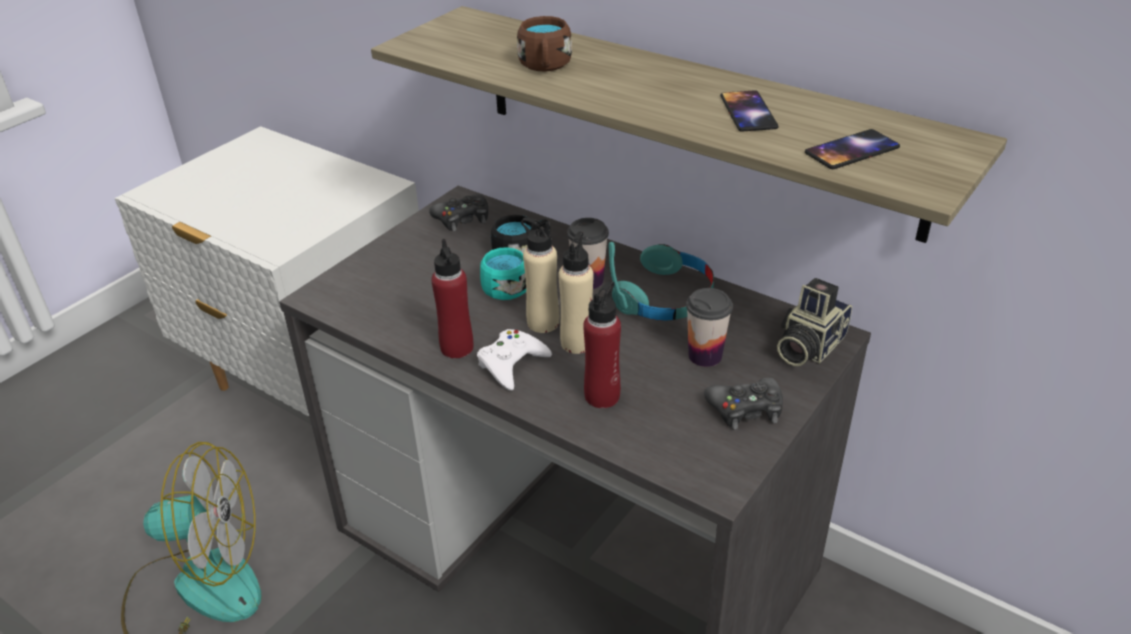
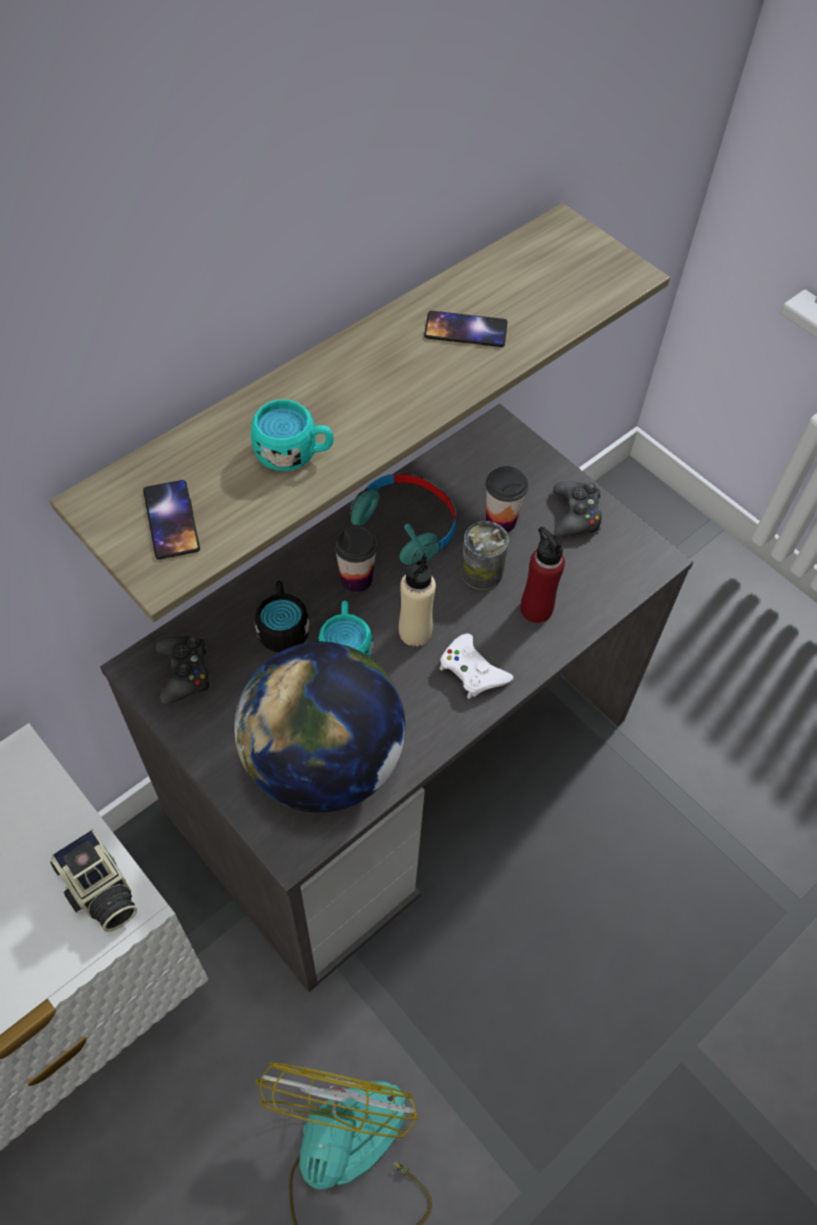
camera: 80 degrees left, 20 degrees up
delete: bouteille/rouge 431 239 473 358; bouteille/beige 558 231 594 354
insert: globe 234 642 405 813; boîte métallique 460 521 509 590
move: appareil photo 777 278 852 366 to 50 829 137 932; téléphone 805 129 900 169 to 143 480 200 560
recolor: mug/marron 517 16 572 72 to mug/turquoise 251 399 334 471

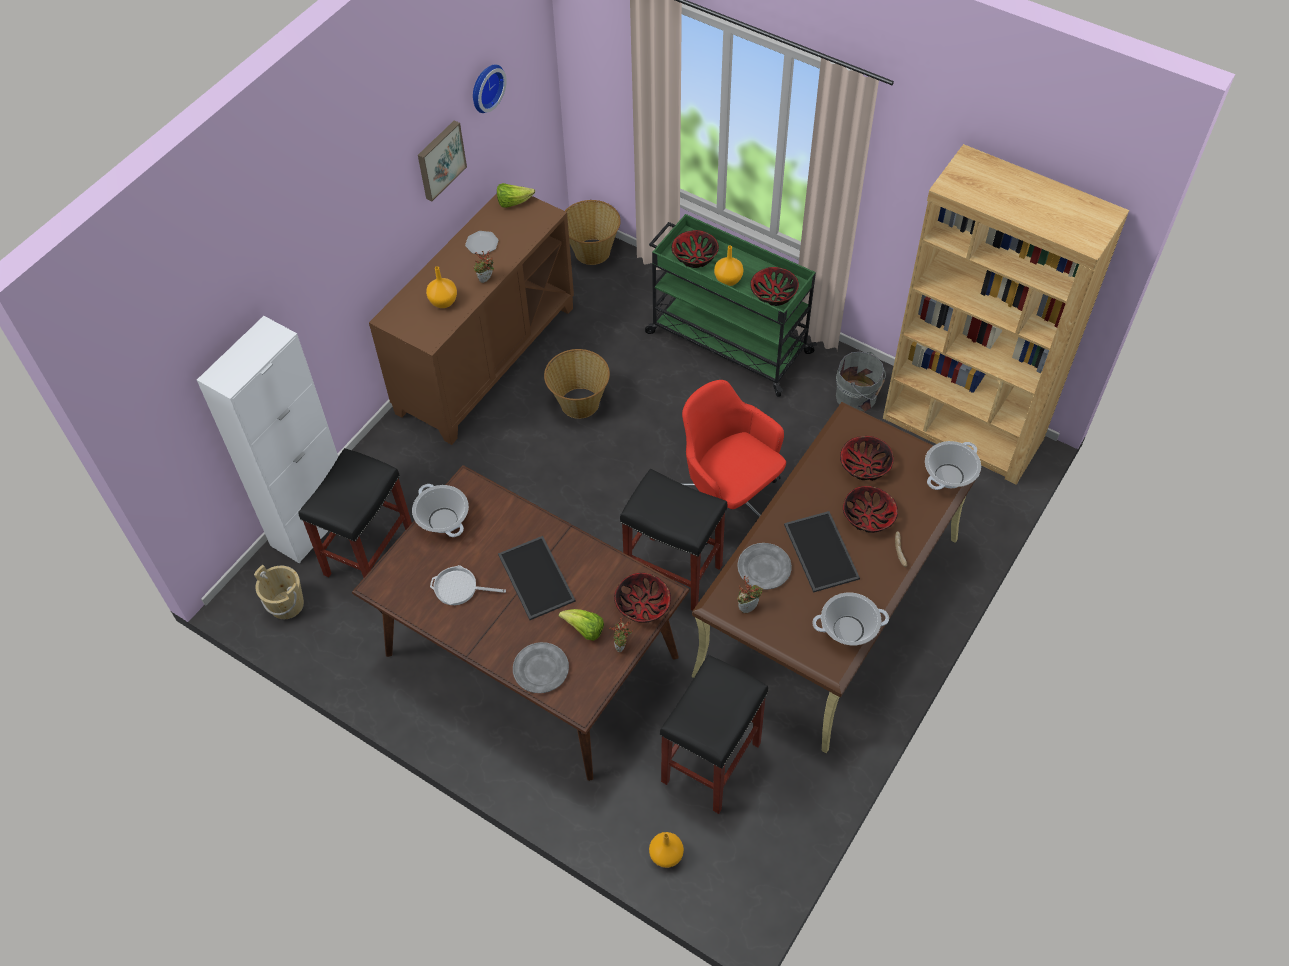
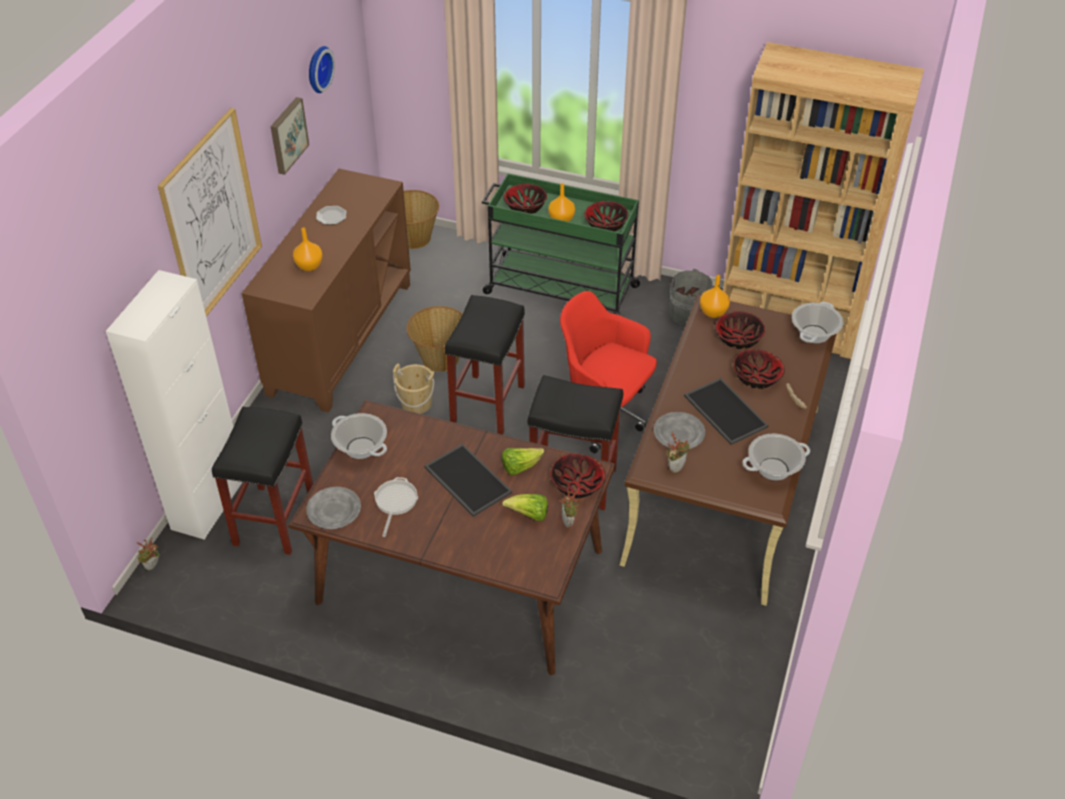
camera: 15 degrees left, 10 degrees down
insert: tableau 158 108 262 317
move: seau/beige 254 565 304 619 to 393 363 435 414; plante en pot 474 251 494 283 to 137 539 160 571; laitue 497 183 535 208 to 502 448 545 475; assiette/gris 513 642 569 693 to 306 487 361 529; vase/orange 649 832 684 868 to 700 275 730 318; tabouret/noir 660 655 768 814 to 445 295 525 435
rotate: poêle 430 565 506 605 = 374 477 418 537 105 degrees clockwise

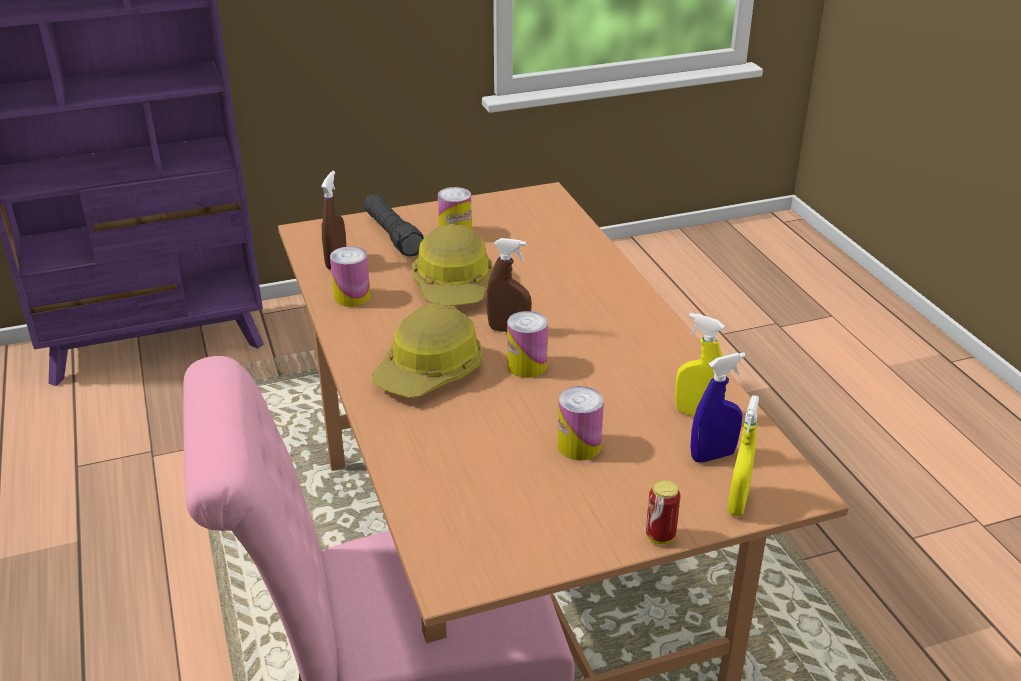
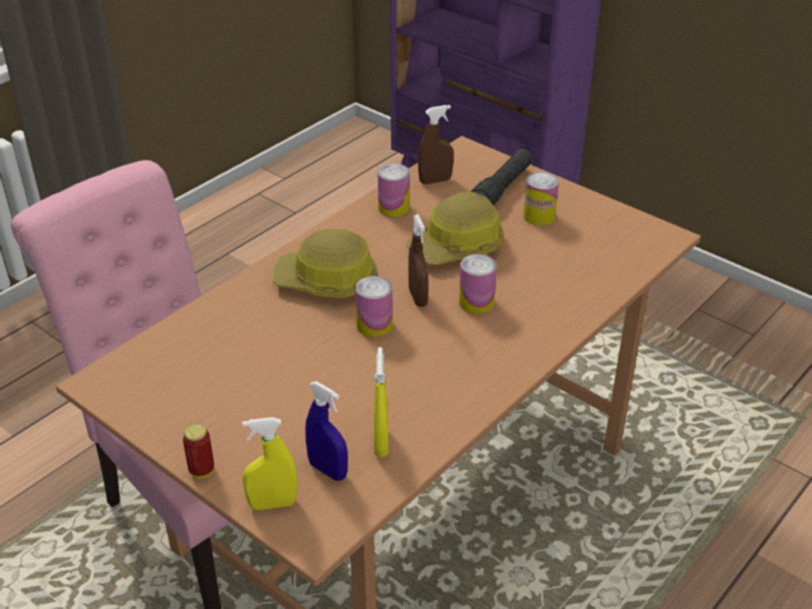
camera: 60 degrees right, 5 degrees up
move: boîte métallique 557 386 604 460 to 459 254 497 314

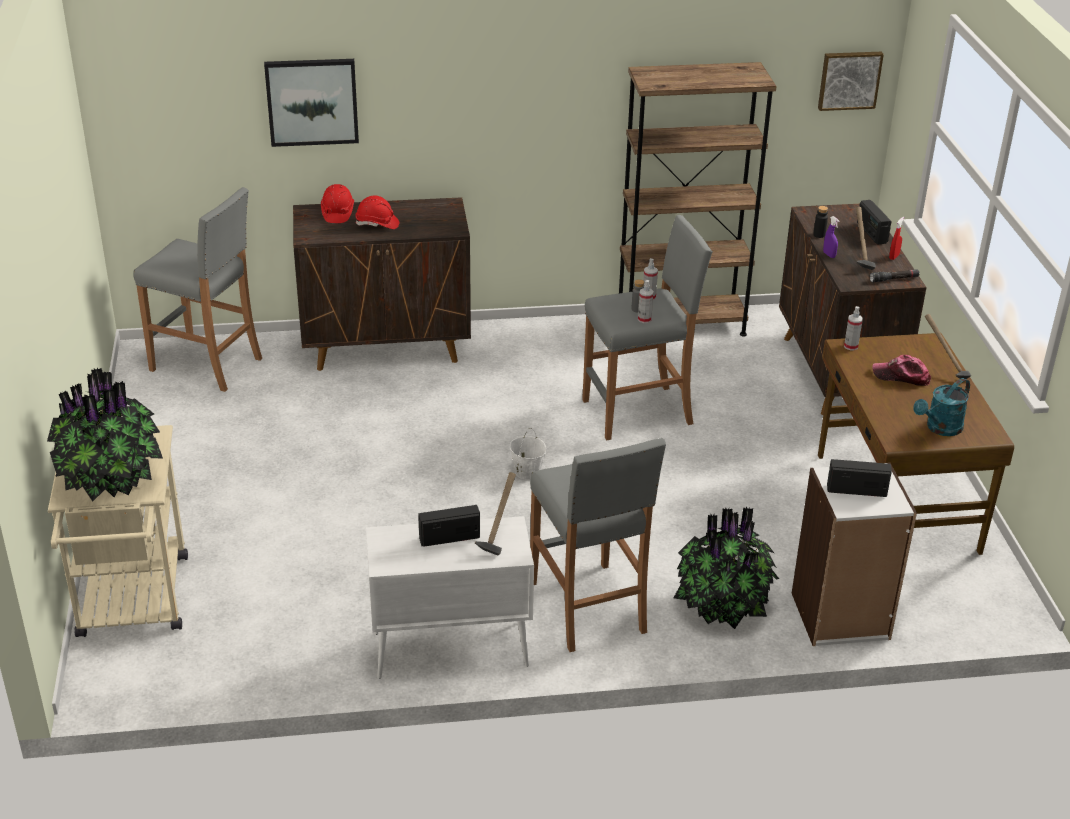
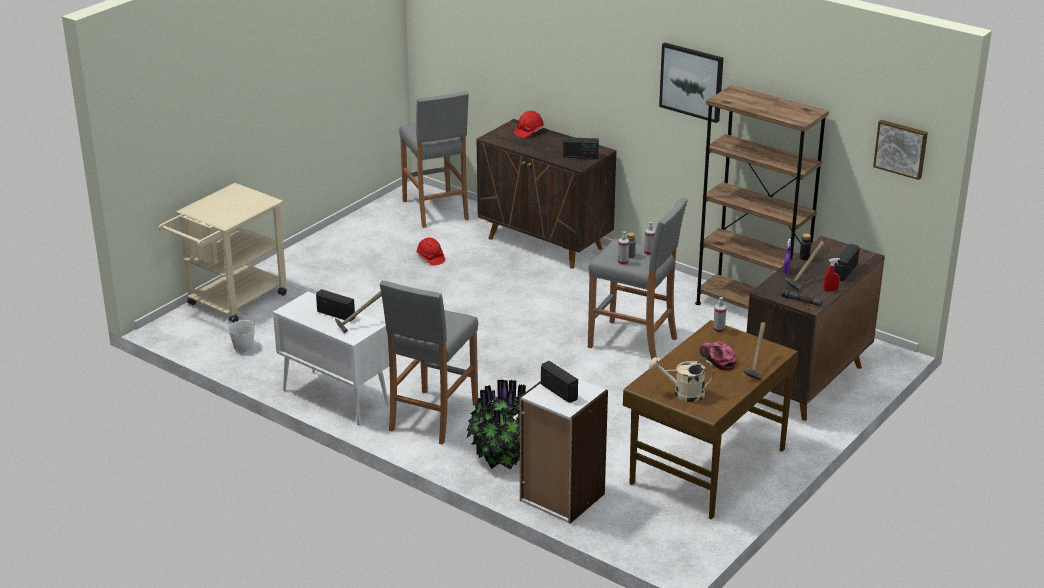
camera: 45 degrees right, 5 degrees down
delete: plante en pot 47 368 163 501
insert: radio 563 137 599 159
move: tableau 264 59 359 147 to 659 43 723 123; casque de chantier/rouge 355 196 399 229 to 416 238 445 266; seau/blanc 510 428 547 480 to 228 313 255 353
recolor: arrosoir/turquoise 913 378 970 436 to arrosoir/beige 649 357 714 402

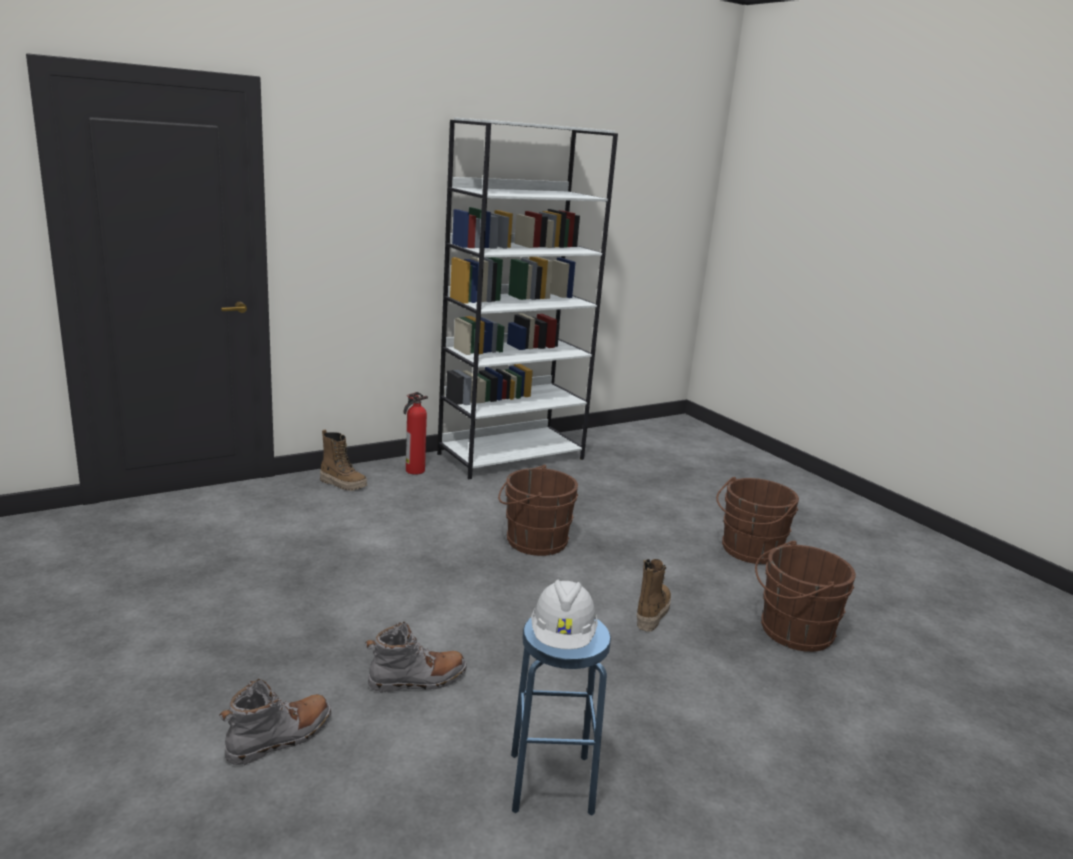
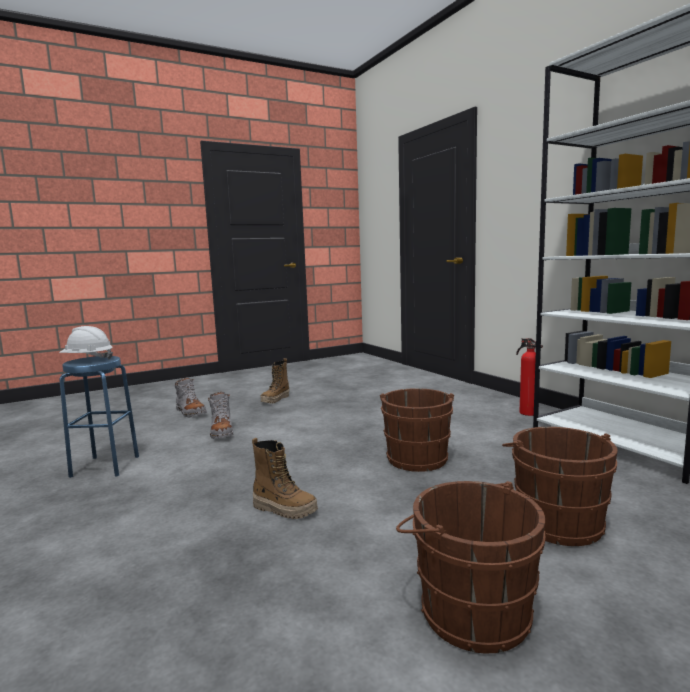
camera: 95 degrees right, 10 degrees down
move: botte 320 429 367 491 to 261 358 289 403; seau/marron 755 541 856 652 to 502 427 618 546

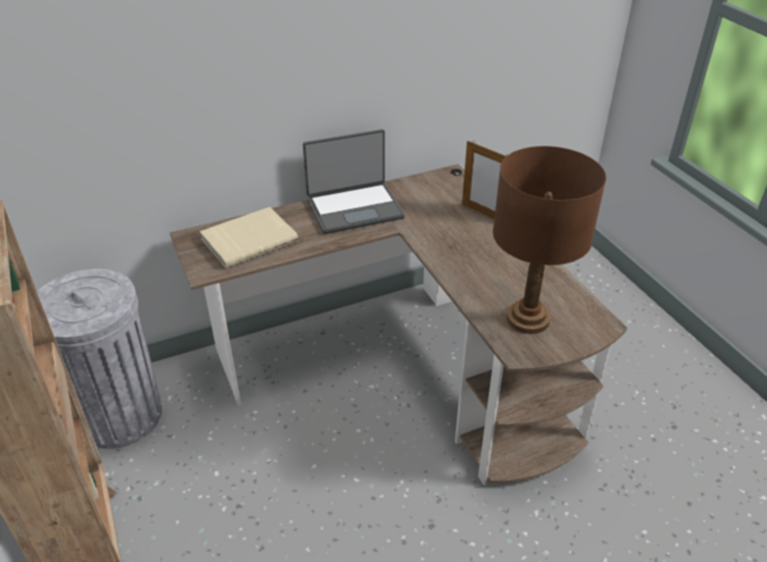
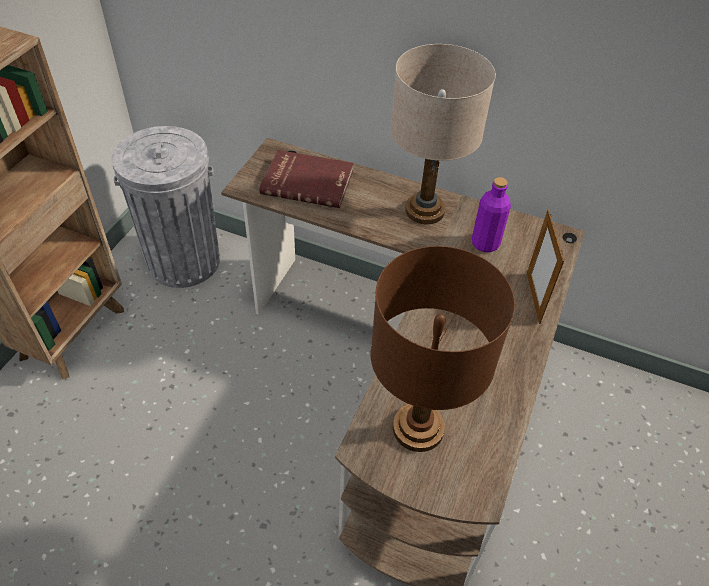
camera: 45 degrees right, 10 degrees up
insert: bouteille/violet 472 177 511 252
replace: ordinateur portable 303 129 405 234 to lampe de table/beige 390 44 496 224
recolor: livre/beige 200 207 298 268 to livre/rouge 259 150 354 208

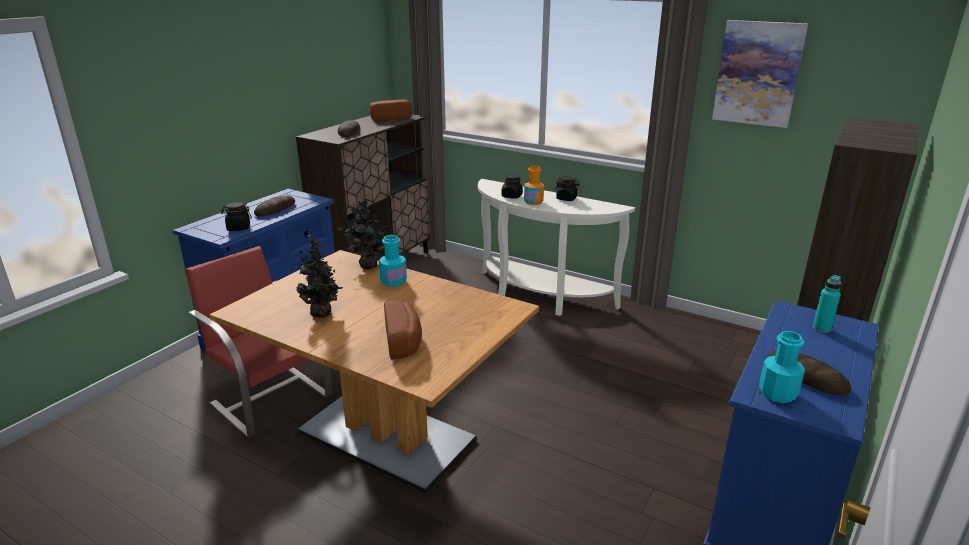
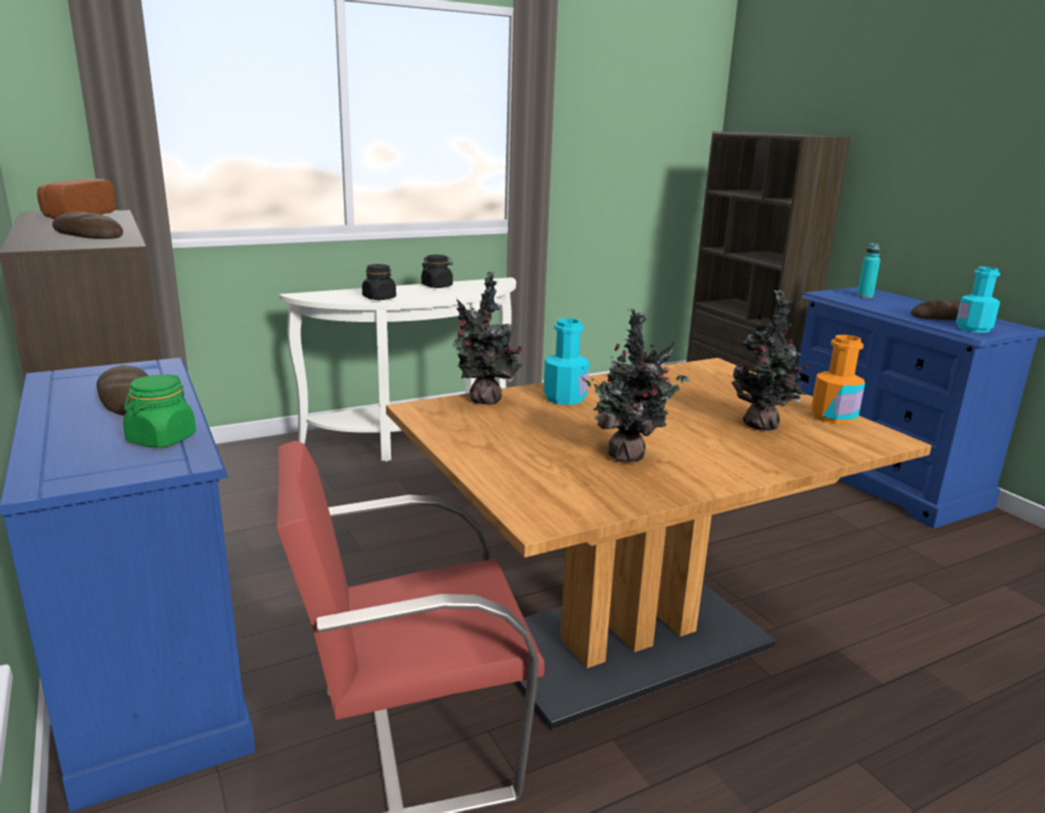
camera: 60 degrees left, 5 degrees down
delete: tableau 712 20 808 128
move: bouteille/orange 524 166 544 205 to 811 335 865 424
replace: pain 384 301 422 359 to plante en pot 731 290 808 431
recolor: bocal/noir 221 202 252 231 to bocal/vert 123 374 196 448

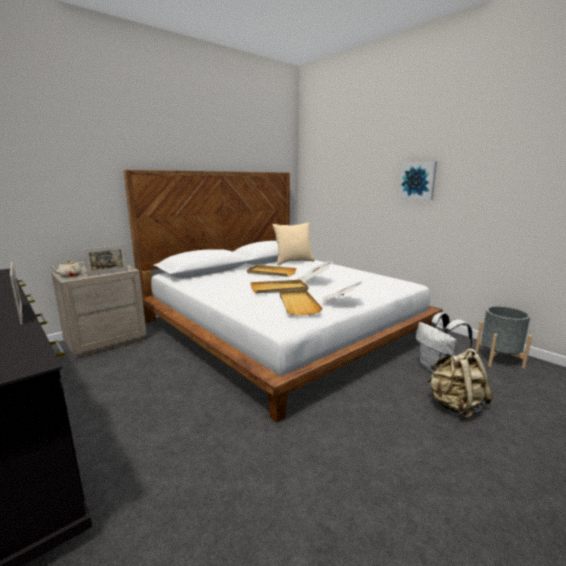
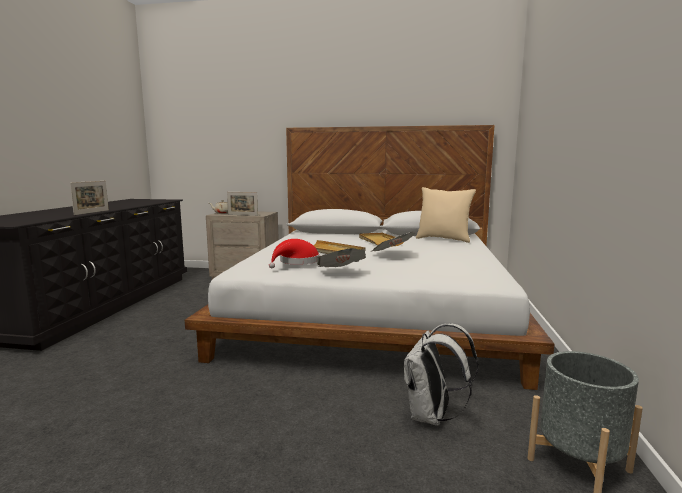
camera: 50 degrees right, 5 degrees down
delete: tableau 398 161 437 200; sac à dos/beige 427 348 493 419
replace: plateau/beige 280 290 323 315 to chapeau/rouge 269 239 320 268

